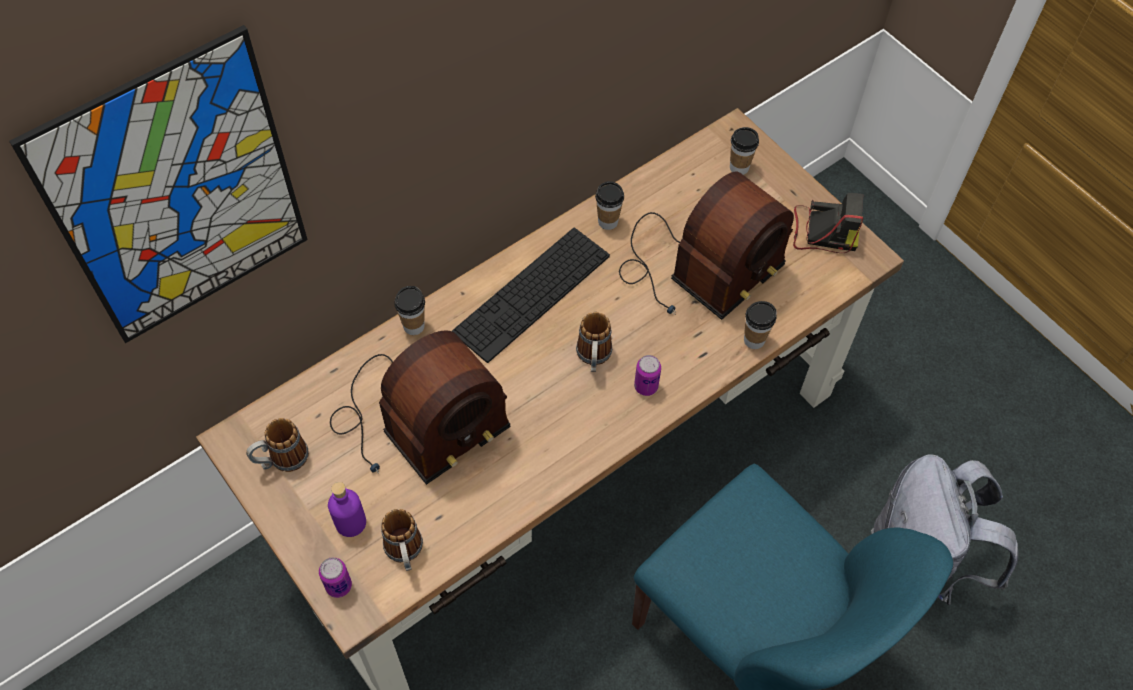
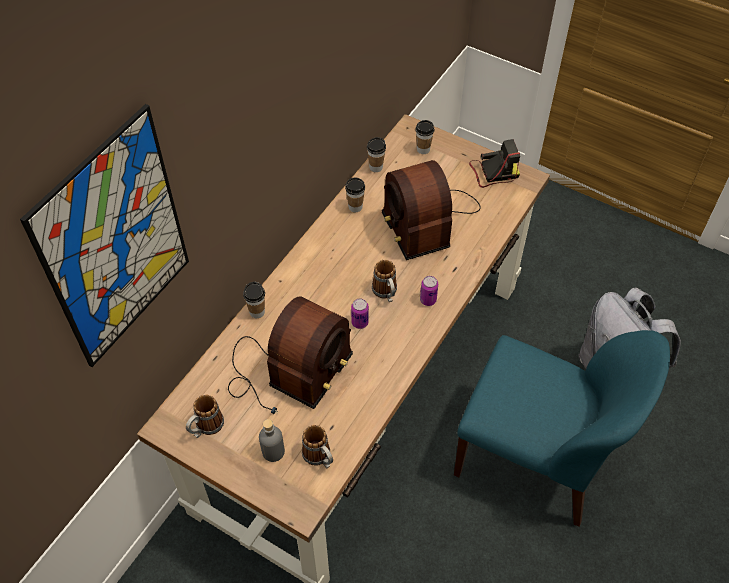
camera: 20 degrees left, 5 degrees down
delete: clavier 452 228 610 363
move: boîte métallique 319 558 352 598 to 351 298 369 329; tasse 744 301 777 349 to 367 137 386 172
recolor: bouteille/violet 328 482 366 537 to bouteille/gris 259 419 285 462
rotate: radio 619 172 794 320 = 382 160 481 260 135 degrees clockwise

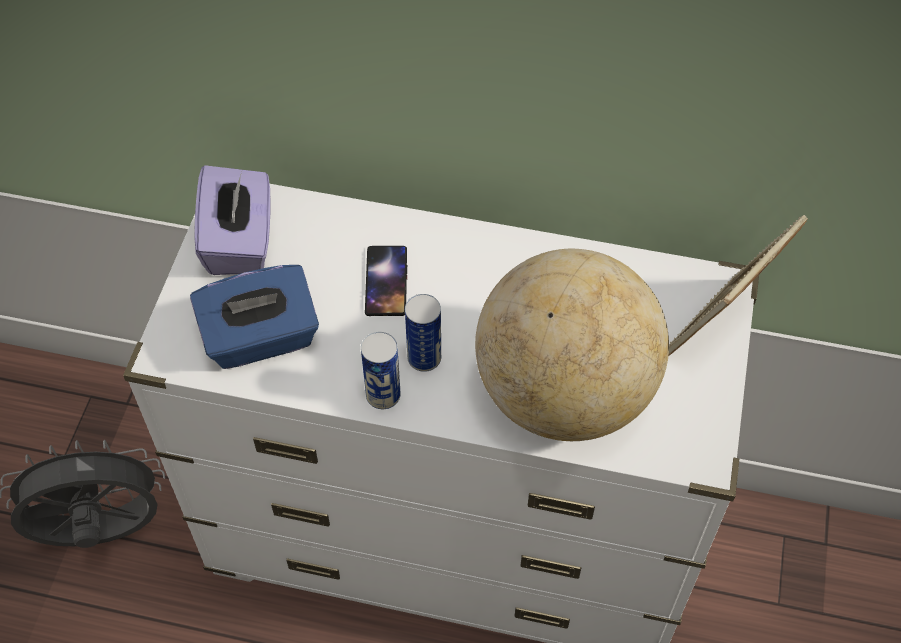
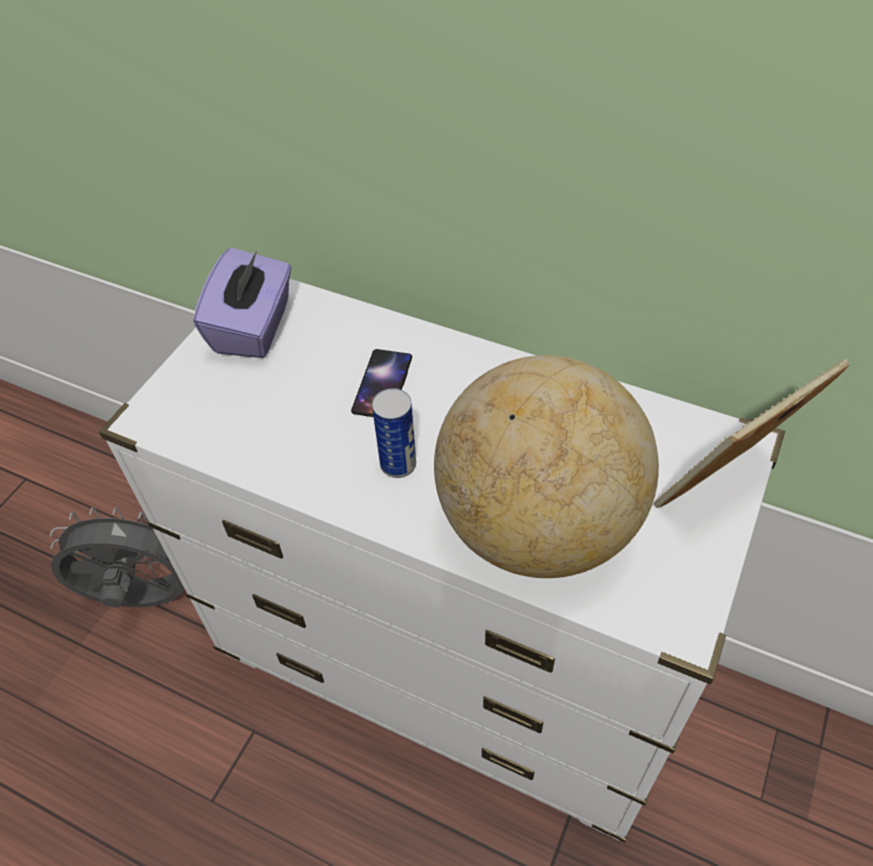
camera: 15 degrees right, 5 degrees down
delete: boîte à mouchoirs/bleu 190 265 319 369; boîte métallique 361 332 401 409

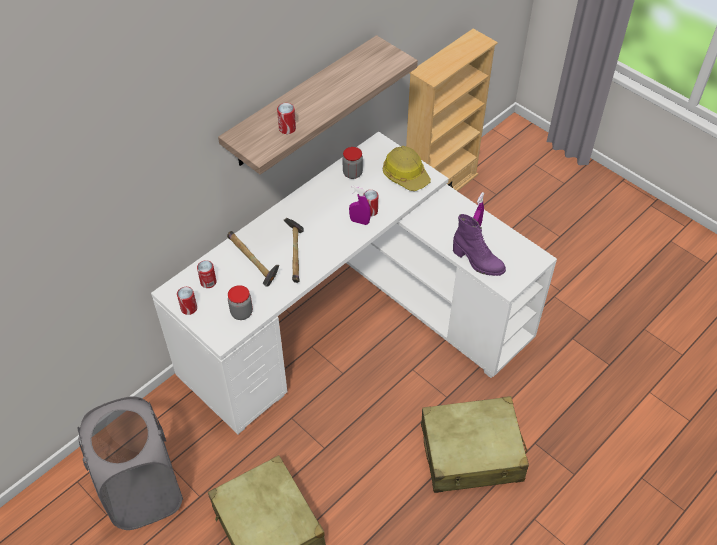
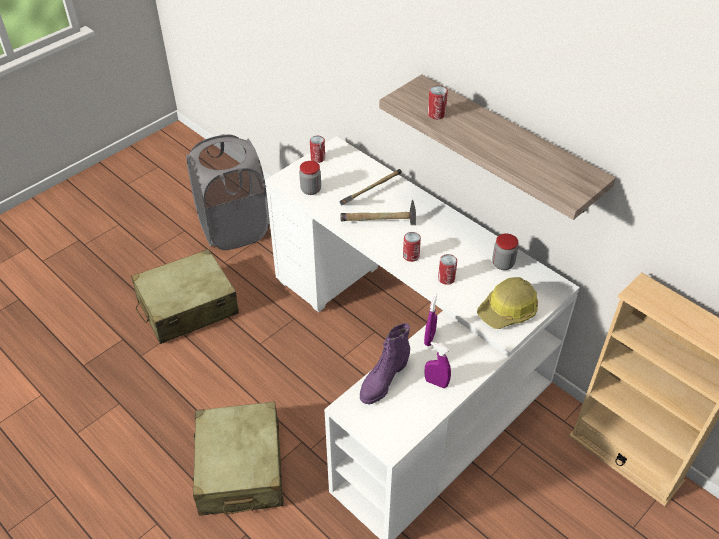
camera: 90 degrees right, 5 degrees down
move: boîte métallique 197 260 217 288 to 403 232 421 262; vaporisateur/violet 349 185 371 225 to 424 293 437 346

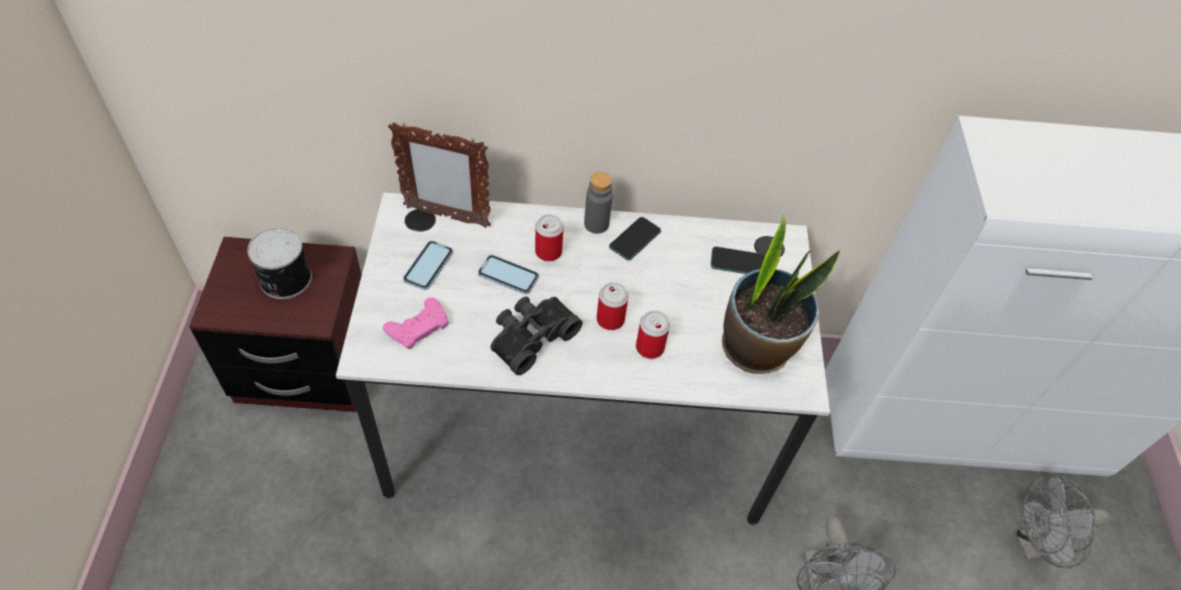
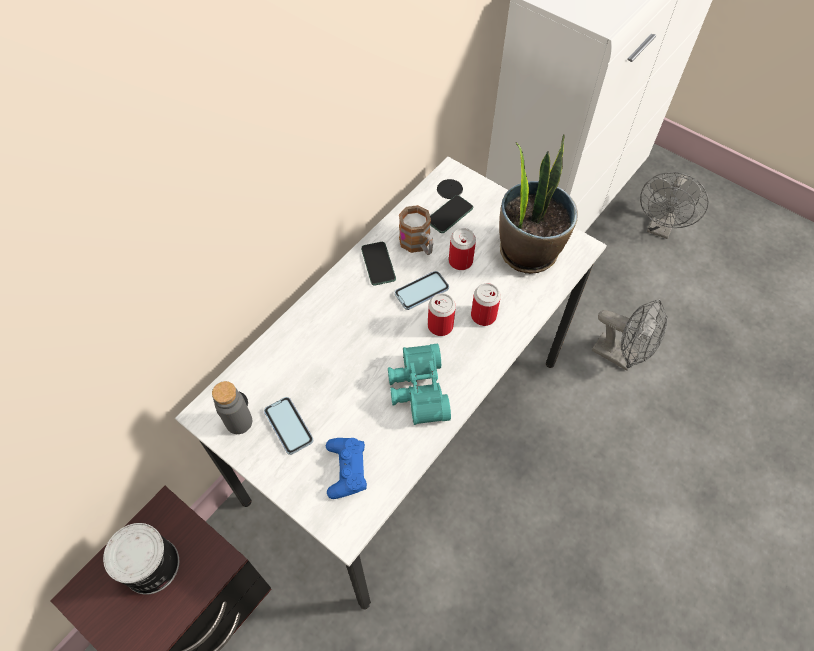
camera: 50 degrees left, 5 degrees up
delete: cadre photo 388 122 491 228
insert: mug 399 205 433 255
move: téléphone 478 255 539 294 to 395 271 449 310; boîte métallique 535 214 564 261 to 449 228 476 270; bouteille/gris 584 172 613 234 to 212 381 252 434
recolor: manette/rose 383 297 449 349 to manette/bleu 326 438 367 499; jumelles/noir 490 297 582 375 to jumelles/turquoise 388 344 451 425

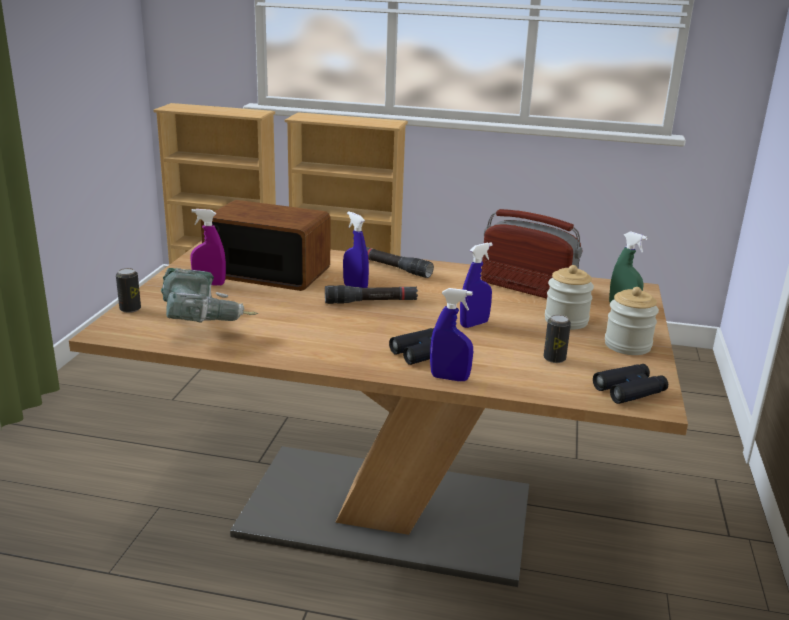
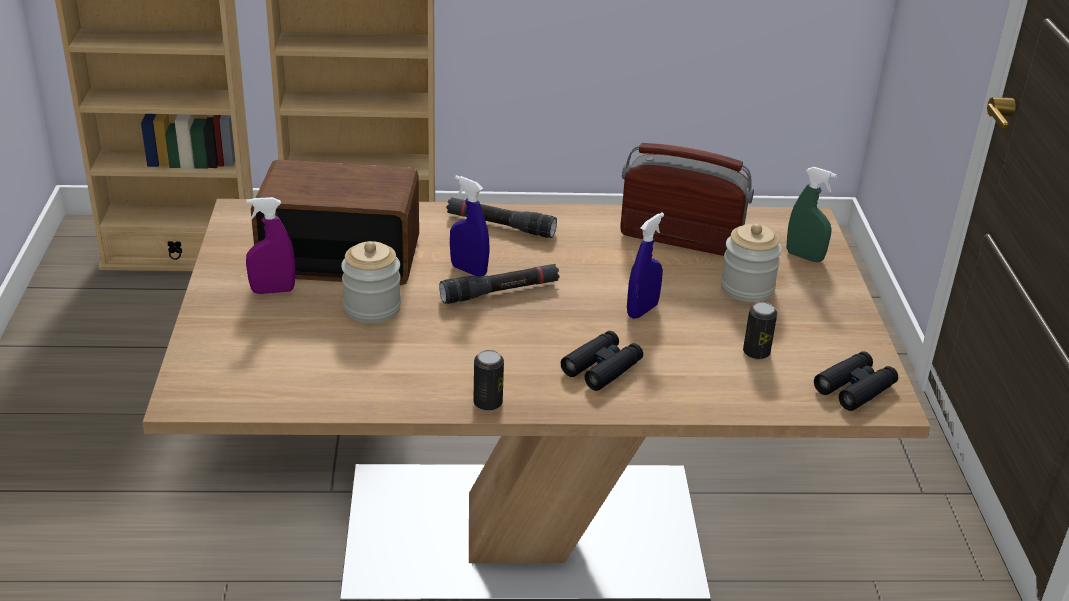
camera: 15 degrees left, 10 degrees up
delete: perceuse 161 268 259 323; vaporisateur/bleu 430 288 473 381
move: boîte métallique 116 268 141 313 to 473 350 504 411; bocal 605 287 659 355 to 341 241 401 323

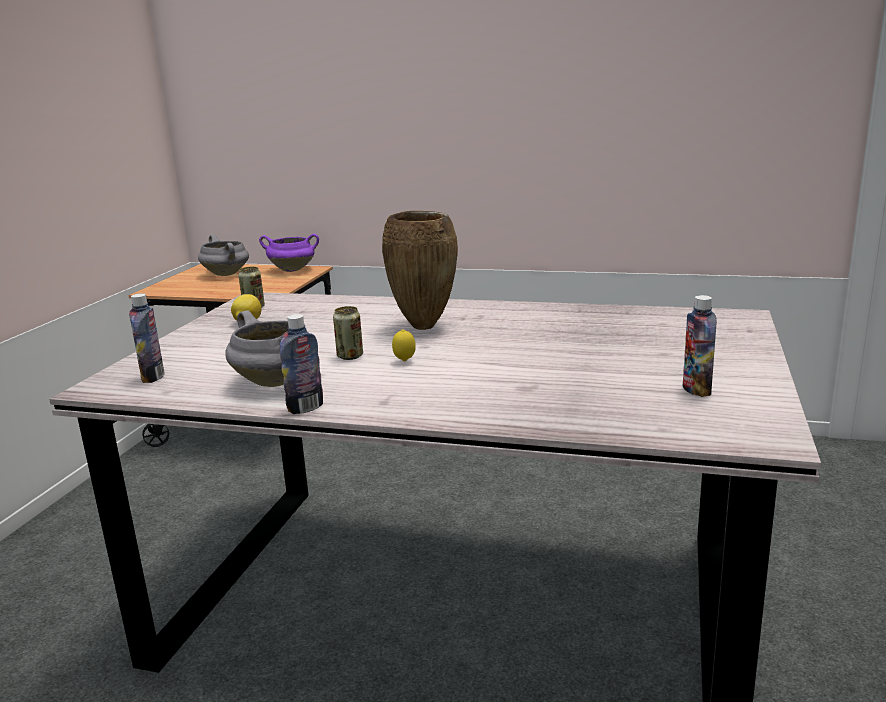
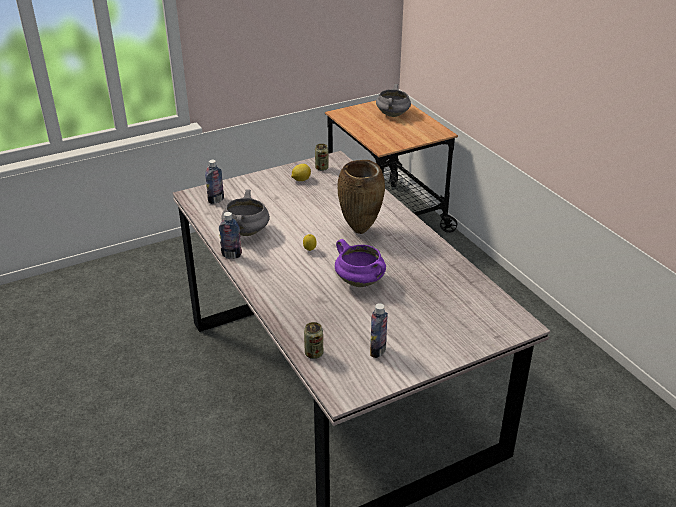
camera: 45 degrees right, 15 degrees up
move: marmite/violet 259 234 319 272 to 335 239 386 287; boîte métallique 333 306 363 360 to 304 322 323 359

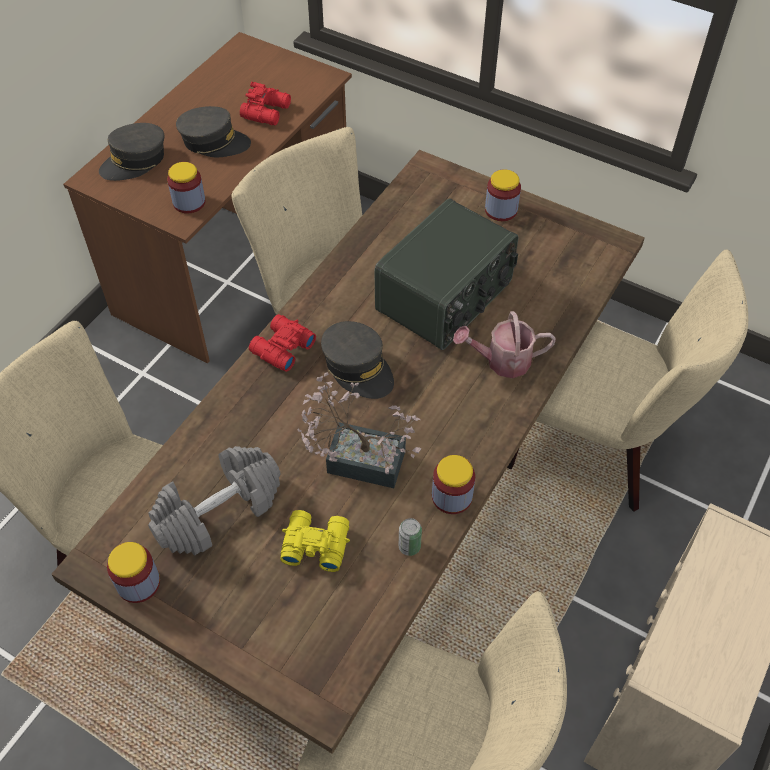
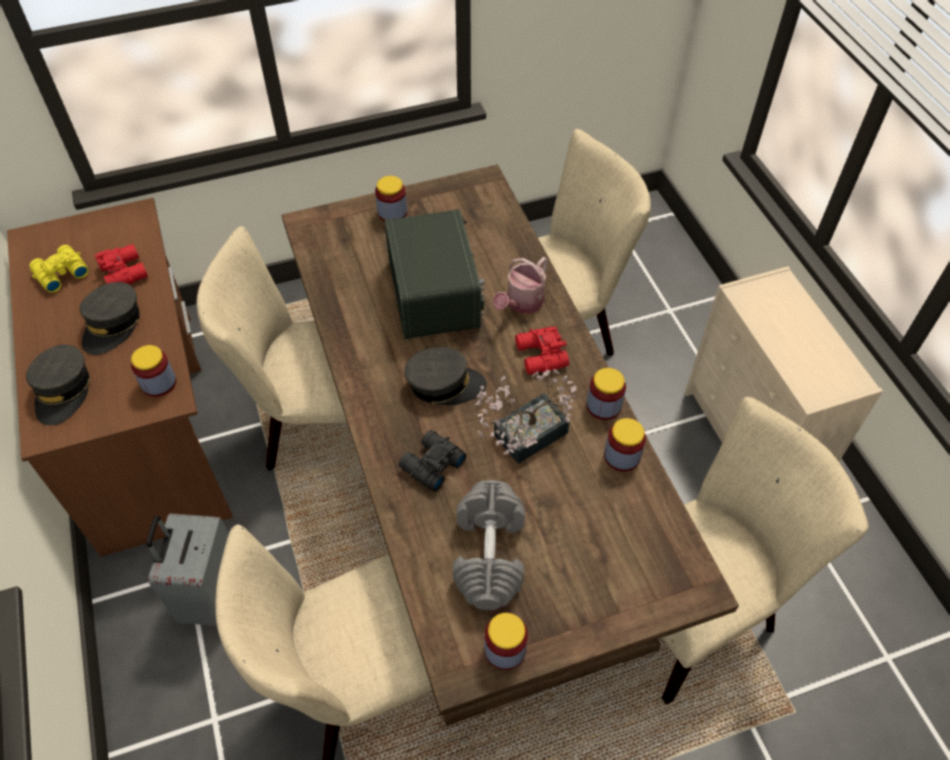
camera: 50 degrees left, 0 degrees up
insert: valise/gris 146 513 229 626; jumelles/noir 399 430 467 492
move: jumelles/rouge 249 314 316 372 to 515 327 569 375; jumelles/jaune 280 510 350 572 to 29 245 89 293
replace: boîte métallique 399 518 422 556 to bocal 604 418 646 472
rotate: casquette/gris 176 106 251 157 = 80 282 140 355 150 degrees clockwise

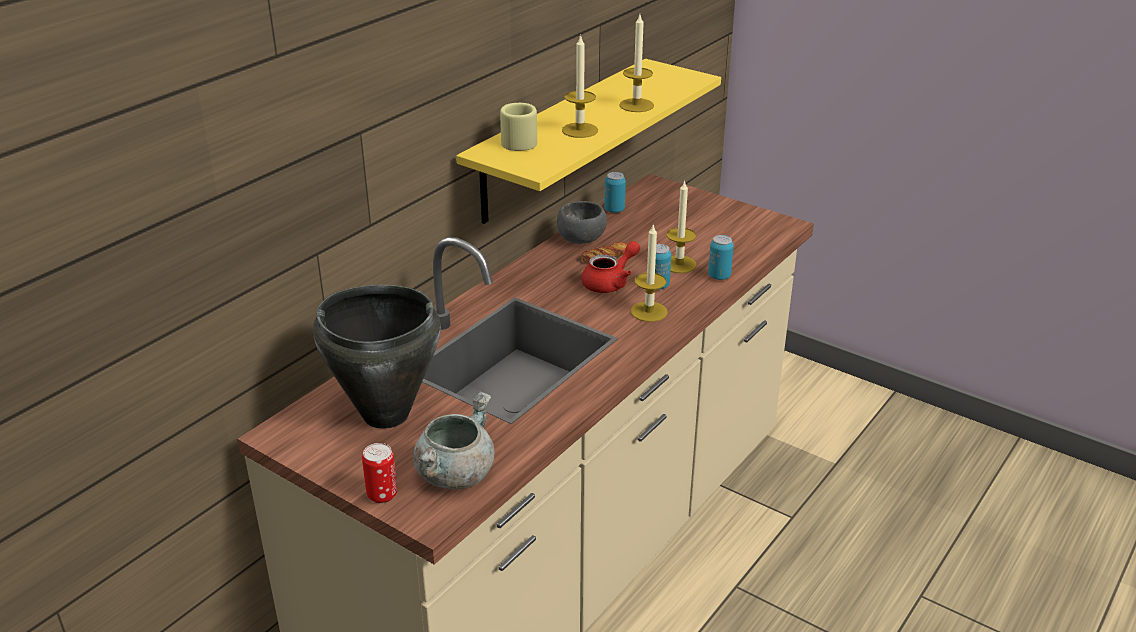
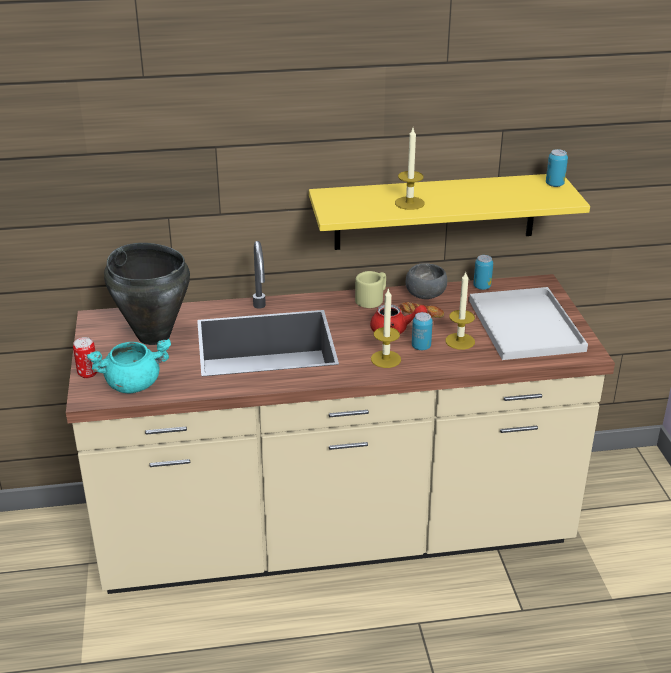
camera: 45 degrees right, 0 degrees up
delete: bougie 619 15 654 112
insert: plateau/blanc 469 287 588 360
move: mug/beige 500 103 537 151 to 355 271 386 308; boîte métallique 708 235 734 280 to 546 149 568 187
recolor: marmite/gris 413 391 495 490 to marmite/turquoise 87 339 171 393

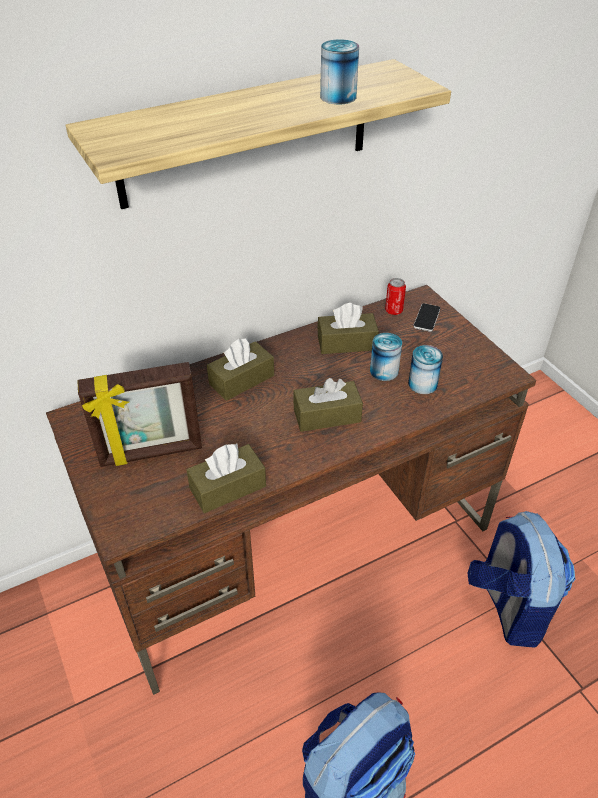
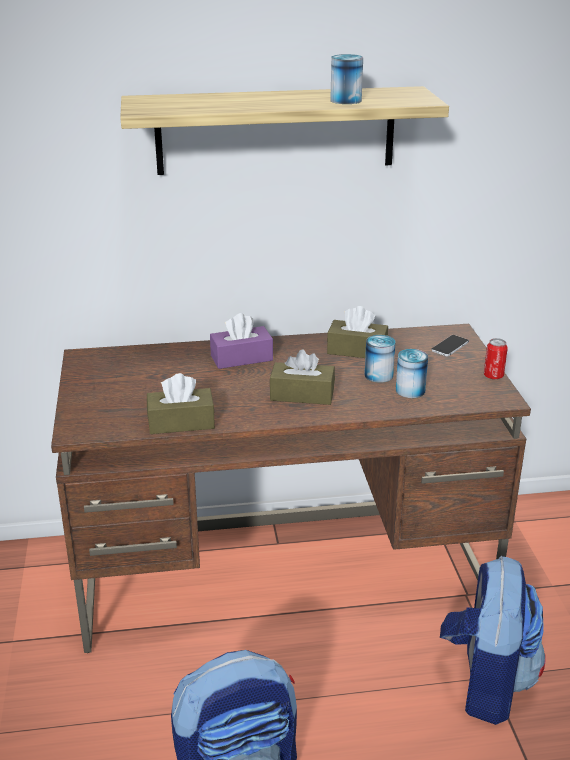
camera: 20 degrees right, 15 degrees down
delete: cadre photo 78 362 202 467
move: boîte métallique 385 278 406 315 to 484 338 508 380
recolor: boîte à mouchoirs/marron 207 339 274 401 to boîte à mouchoirs/violet 210 313 273 369

